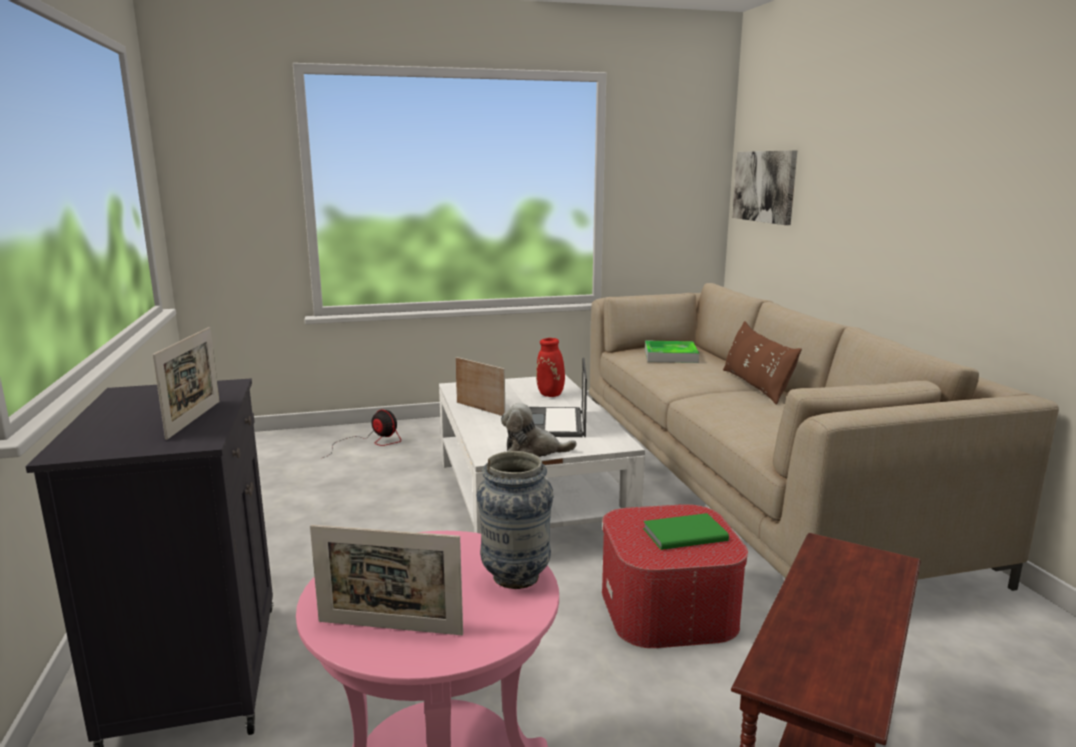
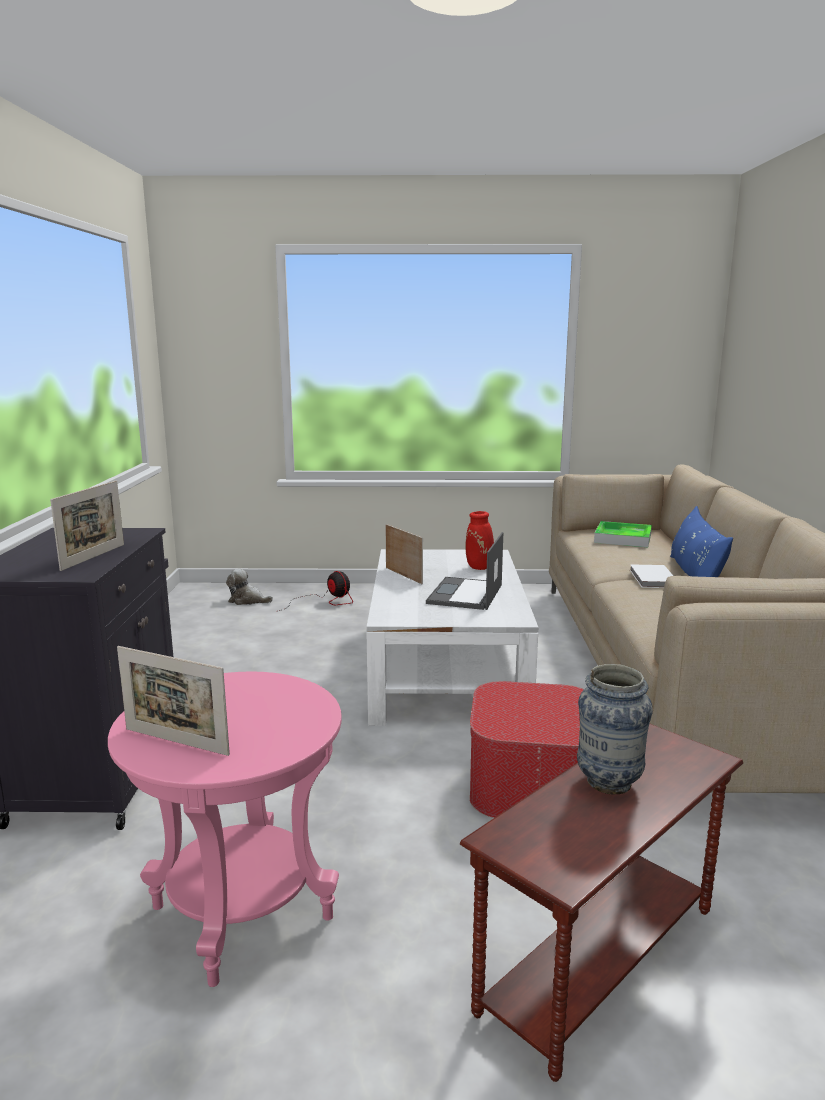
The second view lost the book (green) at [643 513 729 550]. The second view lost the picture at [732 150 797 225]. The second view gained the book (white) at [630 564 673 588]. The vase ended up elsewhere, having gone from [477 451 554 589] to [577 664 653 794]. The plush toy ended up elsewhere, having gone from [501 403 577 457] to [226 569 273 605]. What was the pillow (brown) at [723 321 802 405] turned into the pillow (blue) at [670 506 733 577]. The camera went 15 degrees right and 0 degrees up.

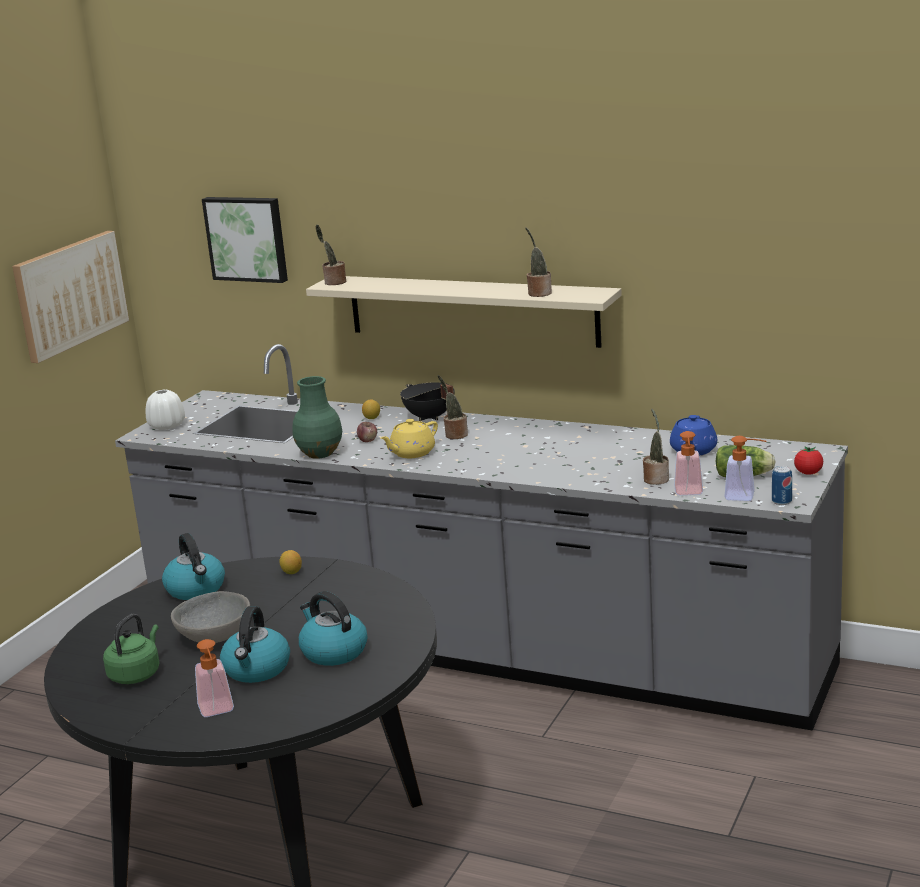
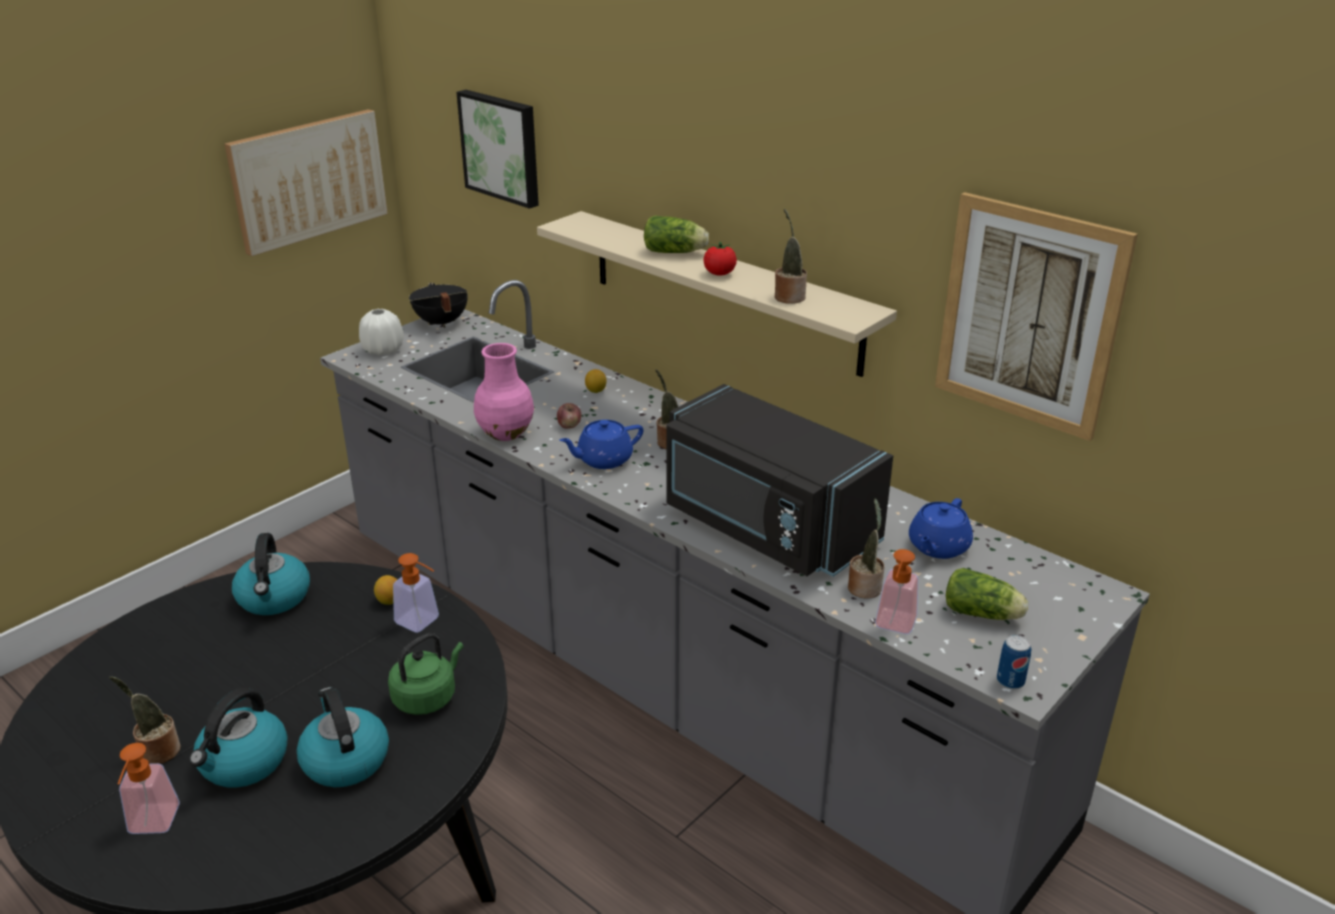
The second view lost the bowl (grey) at [171 591 250 643]. The second view gained the lettuce at [644 216 709 253]. The second view gained the microwave (black) at [666 384 893 577]. The second view gained the picture at [935 192 1138 441]. The kettle (green) ended up elsewhere, having gone from [103 614 160 684] to [388 633 464 715]. The potted plant ended up elsewhere, having gone from [316 224 346 285] to [109 676 181 764]. The cooking pot (black) ended up elsewhere, having gone from [400 382 455 421] to [409 283 468 328]. The soap dispenser ended up elsewhere, having gone from [724 436 766 501] to [393 553 439 633]. The tomato ended up elsewhere, having gone from [794 446 823 475] to [703 242 737 276]. What was the vase (green) at [292 376 342 459] turned into the vase (pink) at [474 343 534 441]. What was the teapot (yellow) at [380 419 438 458] turned into the teapot (blue) at [559 420 643 469]. The camera went 15 degrees right and 10 degrees up.

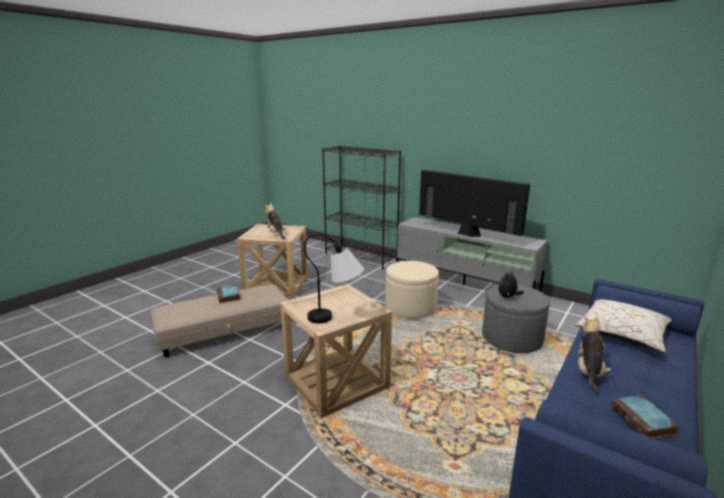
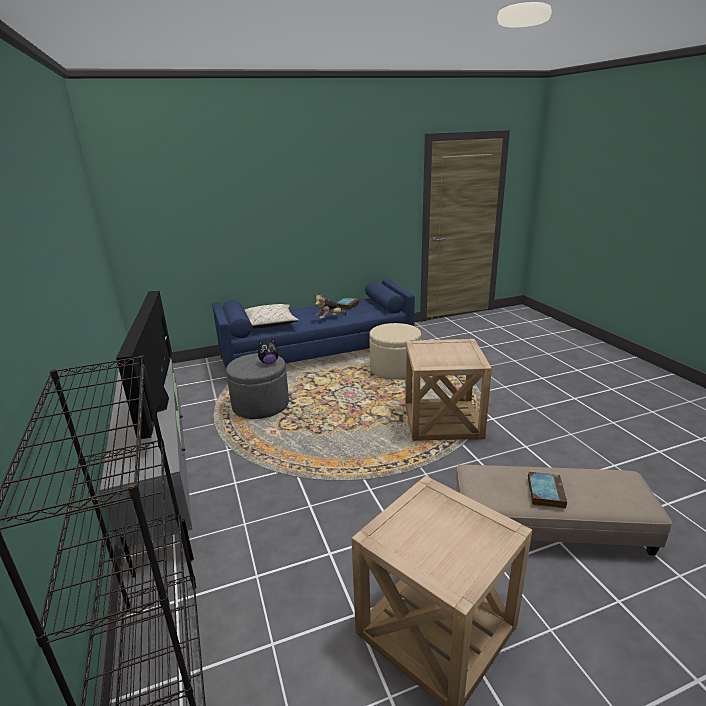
The second view lost the plush toy at [265 203 286 239]. The second view lost the table lamp at [304 233 364 323]. The ottoman (beige) ended up elsewhere, having gone from [385 261 439 319] to [369 323 421 379]. The camera went 145 degrees left and 5 degrees up.

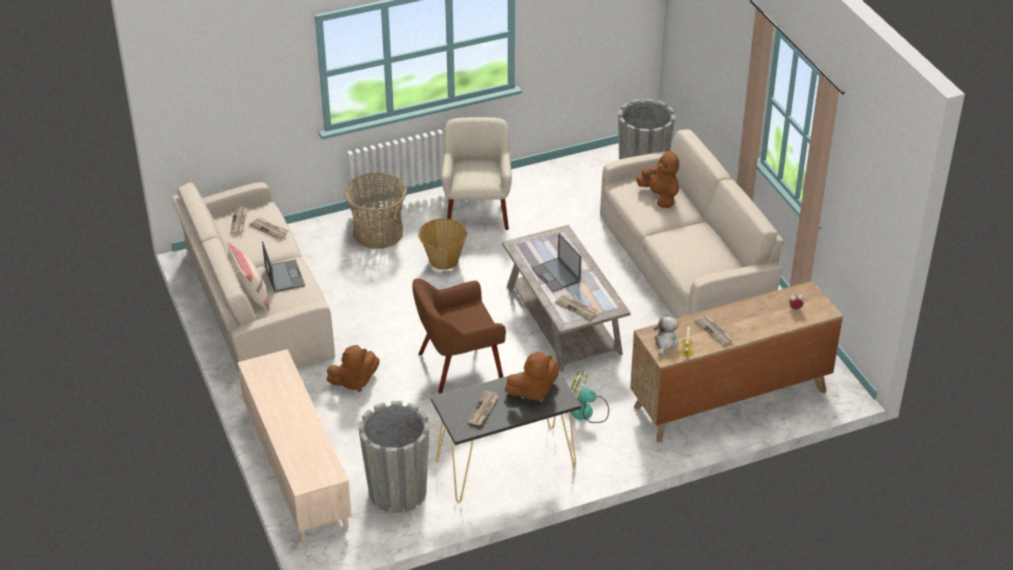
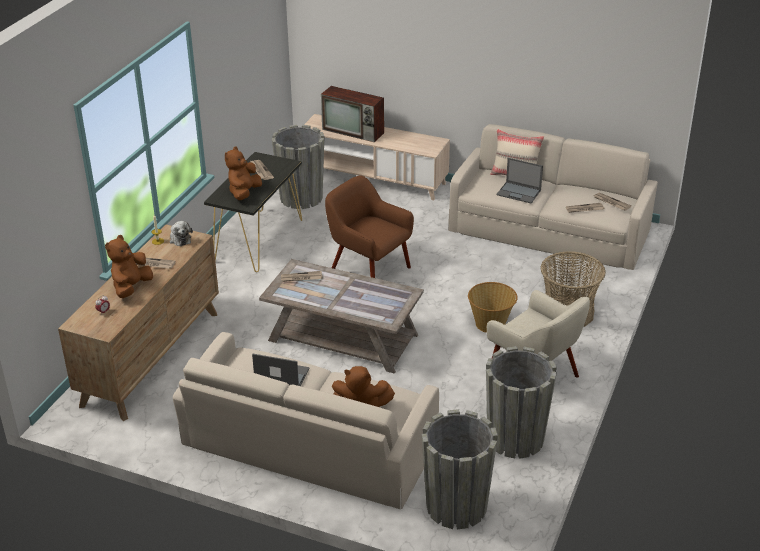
The second view lost the fan at [570 371 609 423]. The second view gained the television at [321 86 384 142]. The second view gained the planter (grey) at [486 346 557 459]. The plush toy (brown) ended up elsewhere, having gone from [327 345 380 392] to [105 235 153 298]. The laptop ended up elsewhere, having gone from [532 233 581 292] to [252 354 310 386]. The armchair (brown) at [412 278 506 393] ended up facing another way, 75 degrees counterclockwise from before. The camera went 135 degrees right and 5 degrees down.

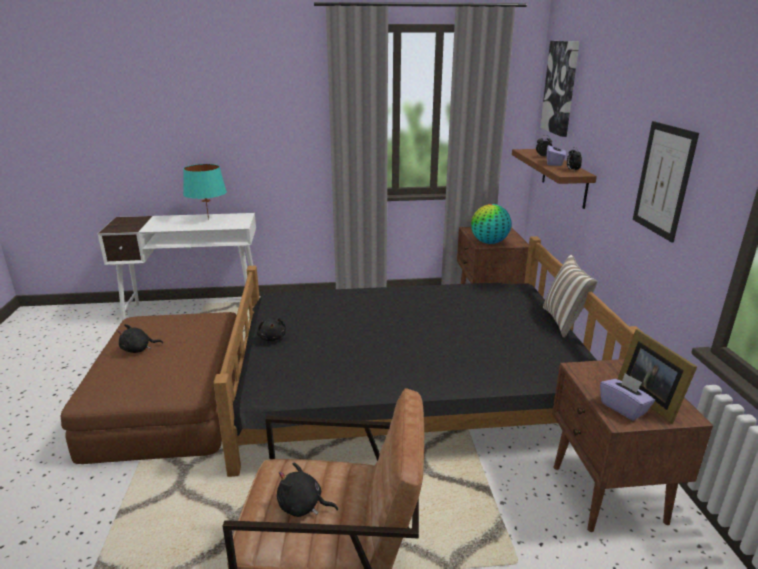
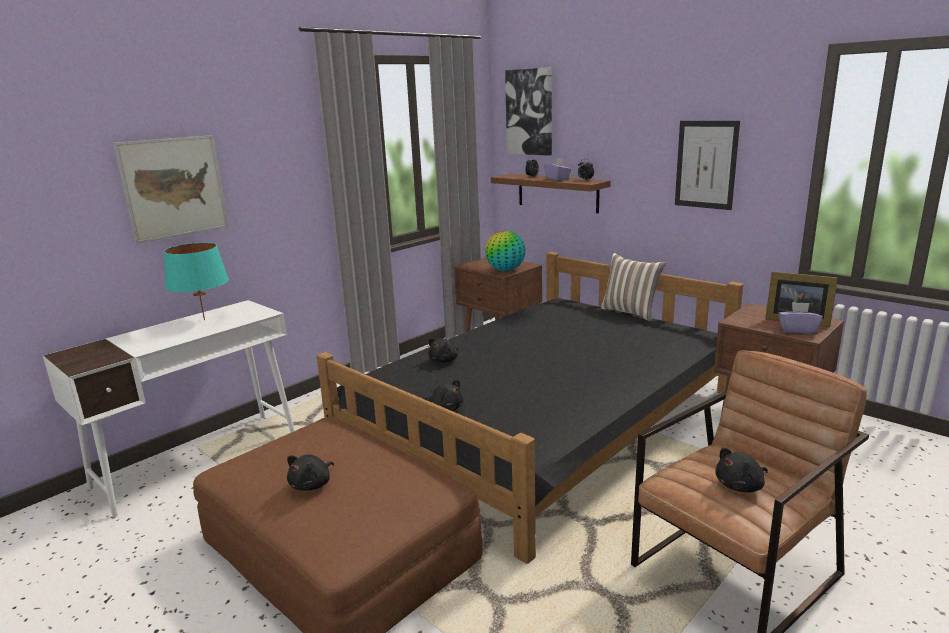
The second view gained the picture at [113 135 229 244]. The second view gained the plush toy (black) at [428 338 458 363]. The camera went 40 degrees left and 5 degrees down.

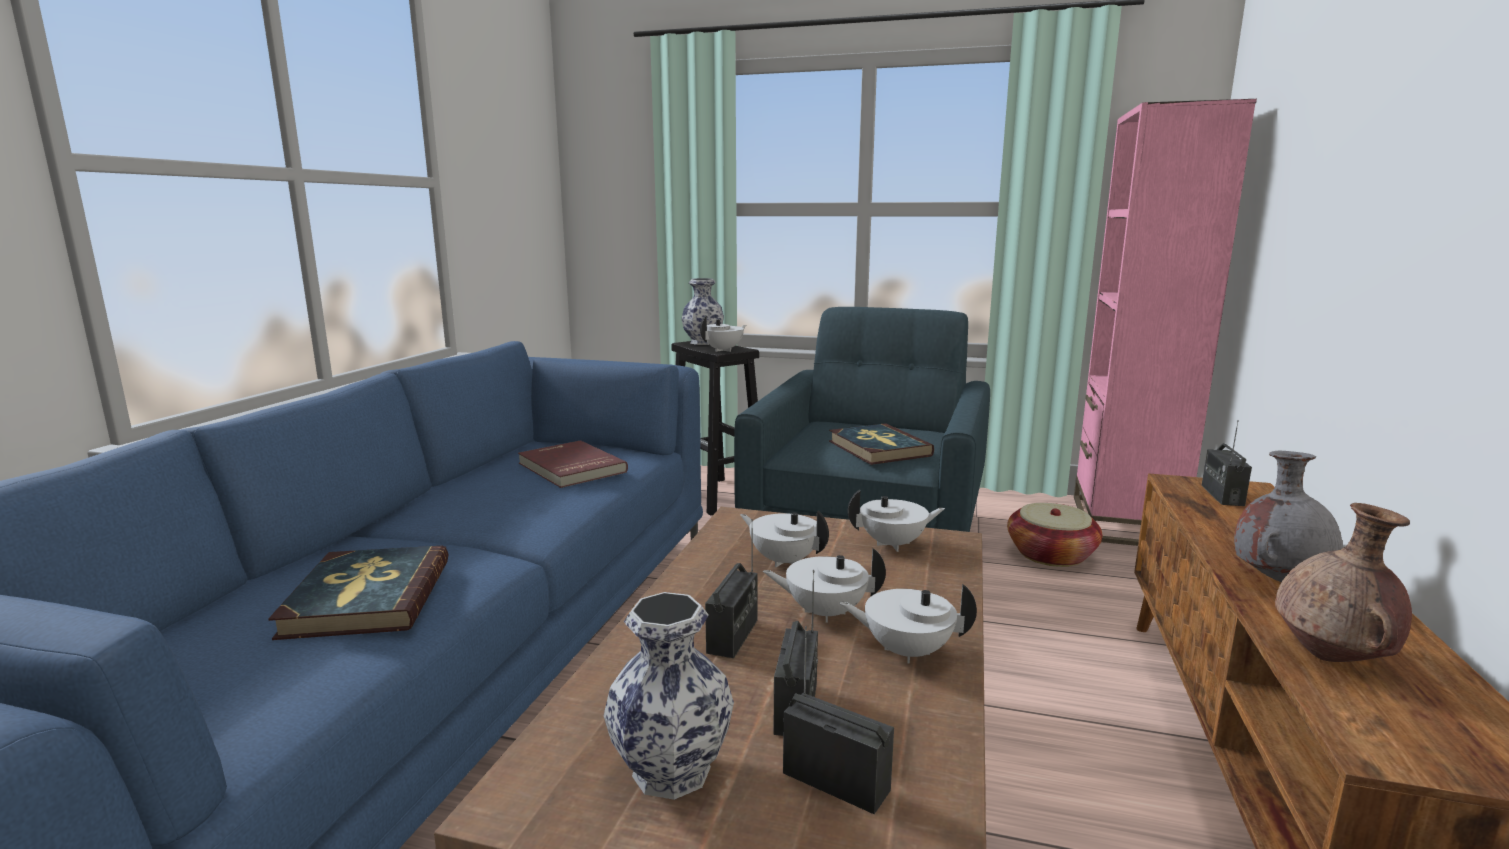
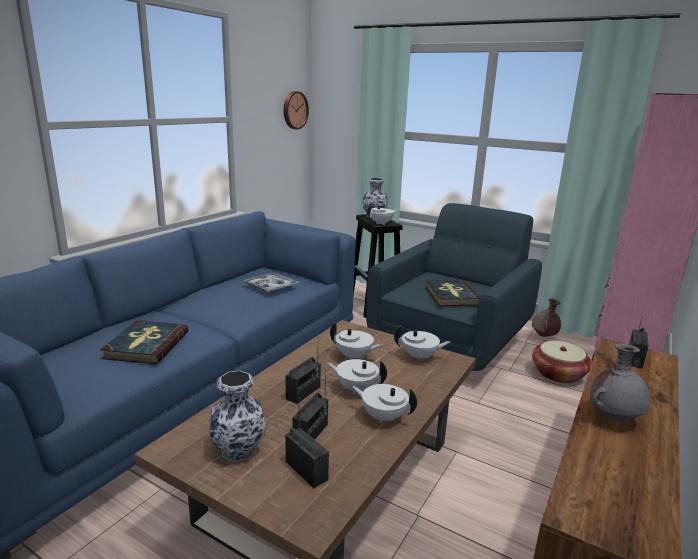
The second view gained the wall clock at [283 91 309 129]. The vase (brown) ended up elsewhere, having gone from [1275 503 1412 662] to [532 298 561 337]. Where the book (red) stood at [518 440 628 488], the tray came to stand at [243 273 300 292]. The teapot (white) at [740 511 829 567] ended up facing another way, 150 degrees clockwise from before. The camera went 15 degrees right and 5 degrees up.

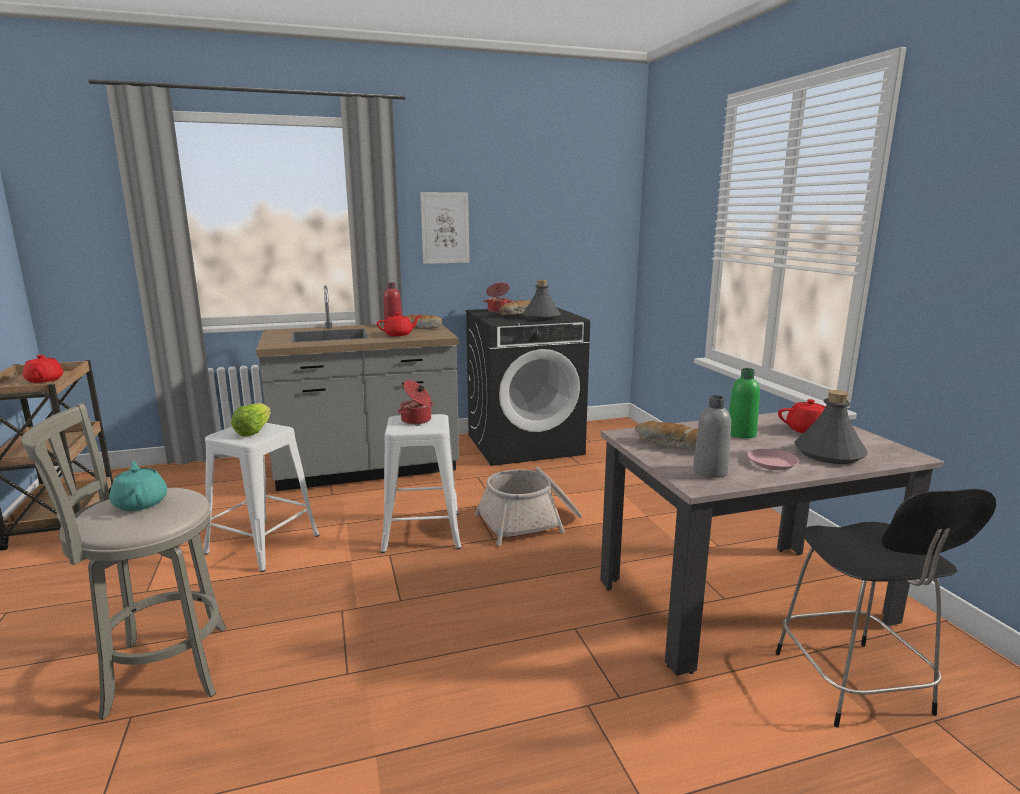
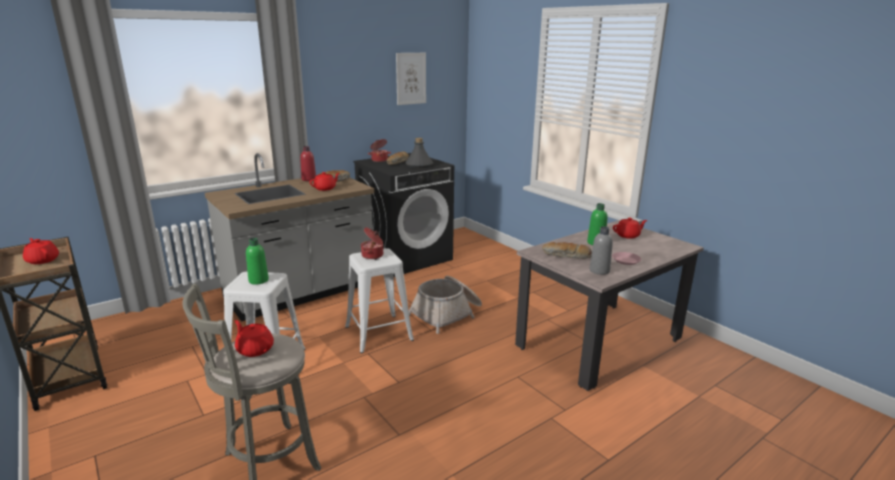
The second view lost the chair (black) at [776 489 996 727]. The second view lost the bottle (grey) at [795 390 868 464]. The picture ended up elsewhere, having gone from [420 192 469 264] to [396 53 426 105]. Where the lettuce stood at [231 403 271 437], the bottle (green) came to stand at [246 238 269 284]. What was the teapot (turquoise) at [109 461 167 511] turned into the teapot (red) at [235 320 274 357]. The camera went 20 degrees left and 5 degrees up.

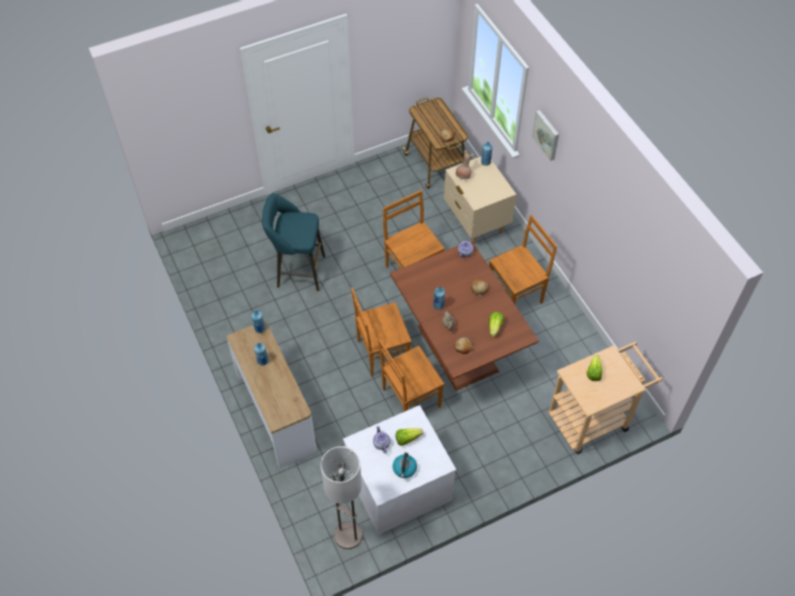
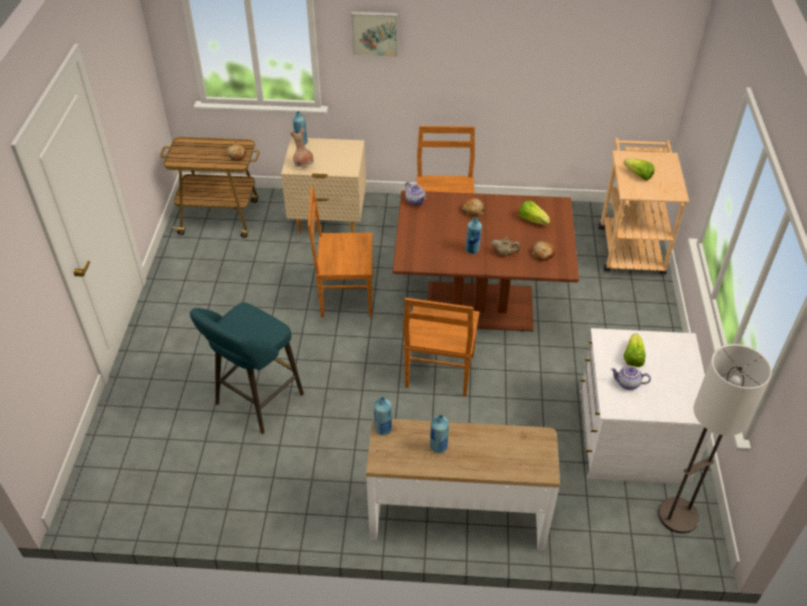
The second view lost the chair (brown) at [378 339 444 412]. The second view lost the kettle at [393 453 417 478]. The camera went 60 degrees left and 10 degrees down.

